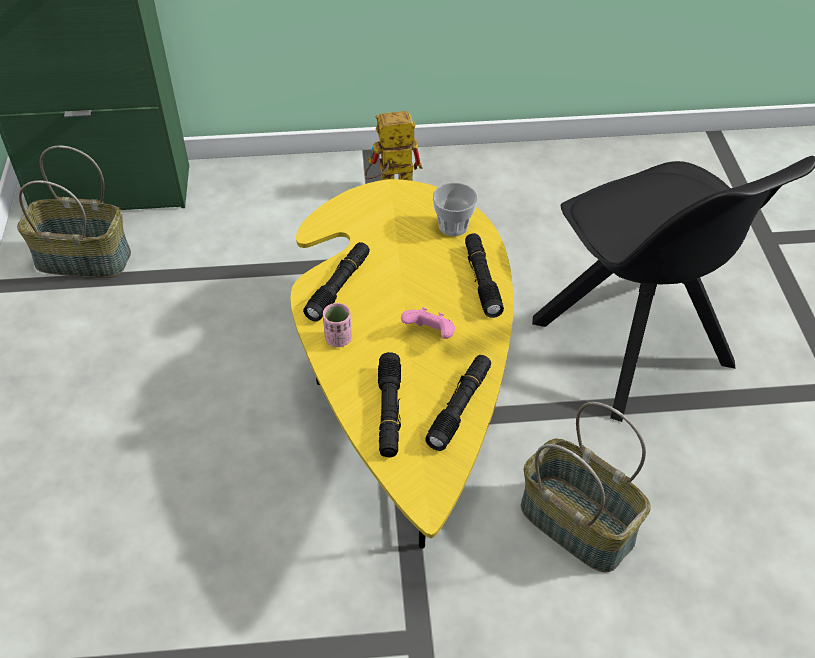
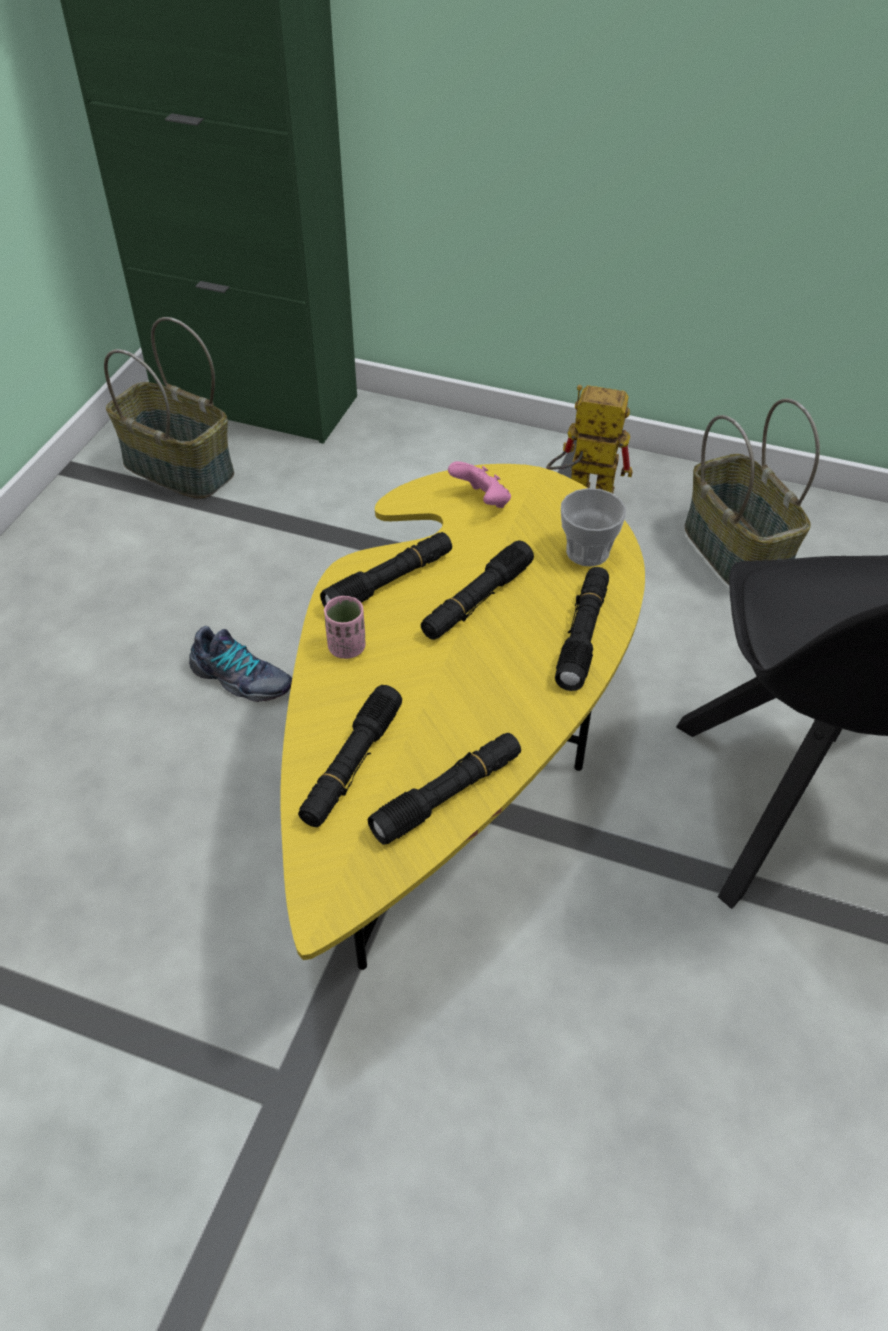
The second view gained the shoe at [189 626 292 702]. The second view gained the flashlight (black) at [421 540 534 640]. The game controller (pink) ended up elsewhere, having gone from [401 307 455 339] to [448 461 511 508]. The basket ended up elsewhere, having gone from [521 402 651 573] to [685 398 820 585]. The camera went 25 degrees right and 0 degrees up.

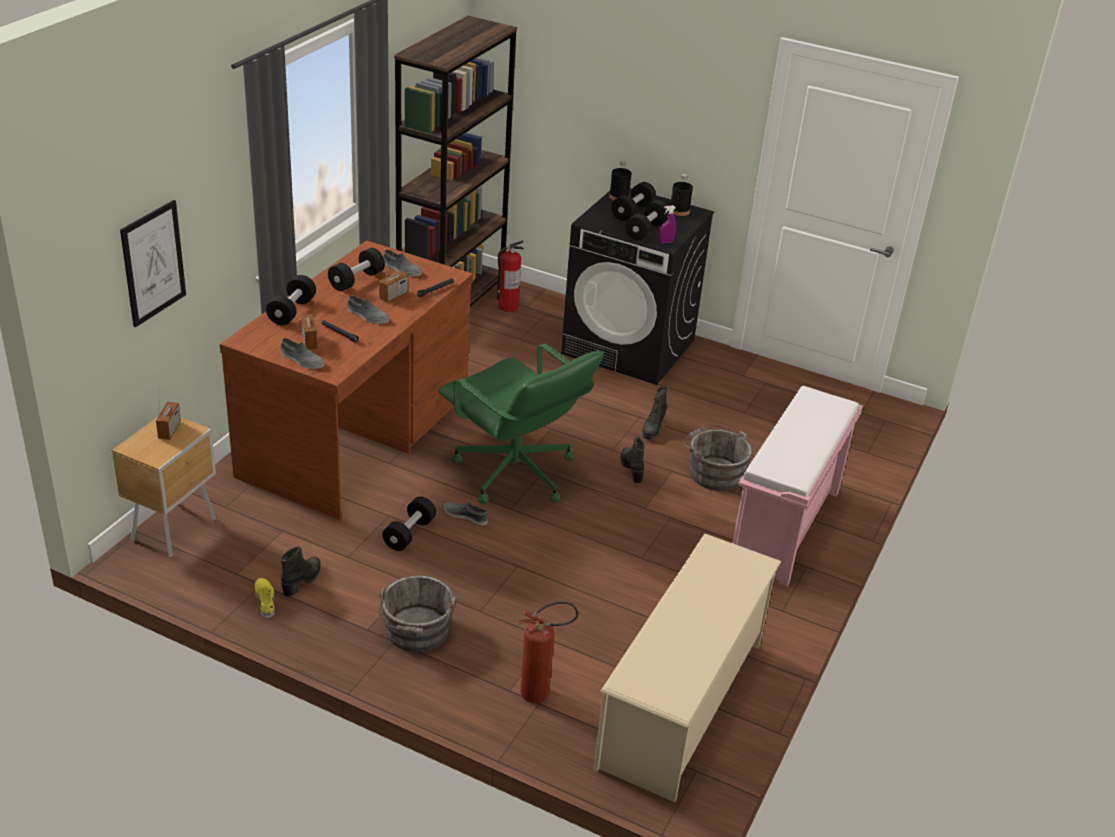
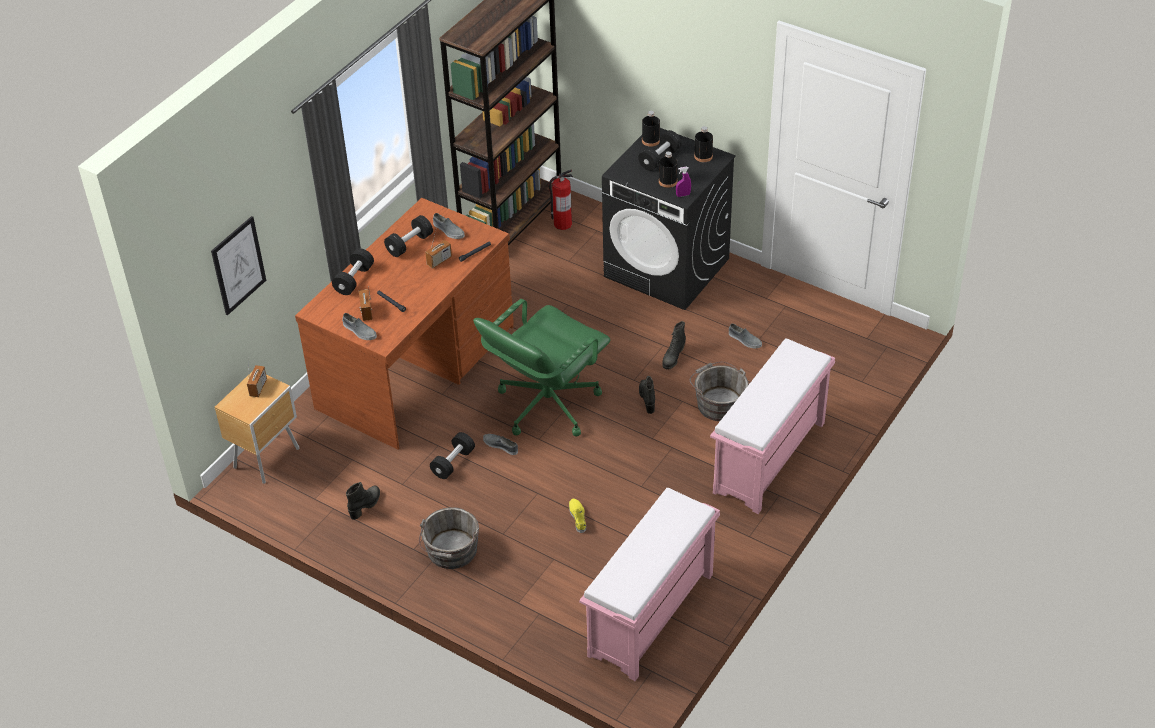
The second view lost the fire extinguisher at [519 601 579 703]. The shoe (yellow) ended up elsewhere, having gone from [255 578 275 618] to [569 499 586 533]. The shoe (grey) ended up elsewhere, having gone from [347 295 389 324] to [729 324 762 348]. Where the shoe rack (beige) stood at [594 534 781 802], the bench (pink) came to stand at [579 488 720 681]. Where the dumbbell (black) stood at [625 200 669 240], the bottle (black) came to stand at [659 151 678 188]. The office chair (green) at [439 344 604 504] ended up facing another way, 75 degrees clockwise from before. The camera went 10 degrees right and 10 degrees up.

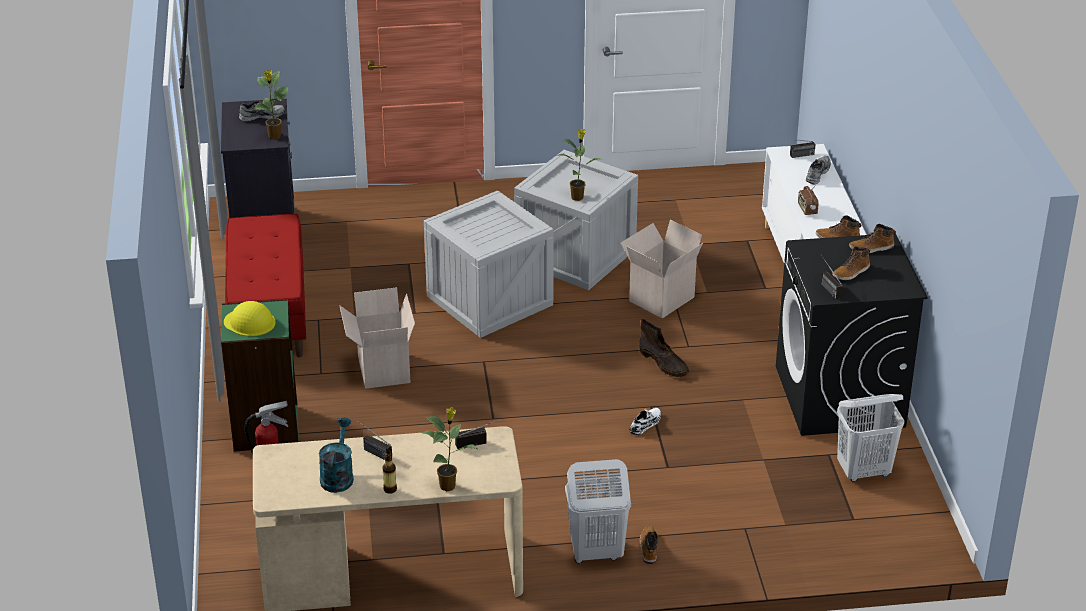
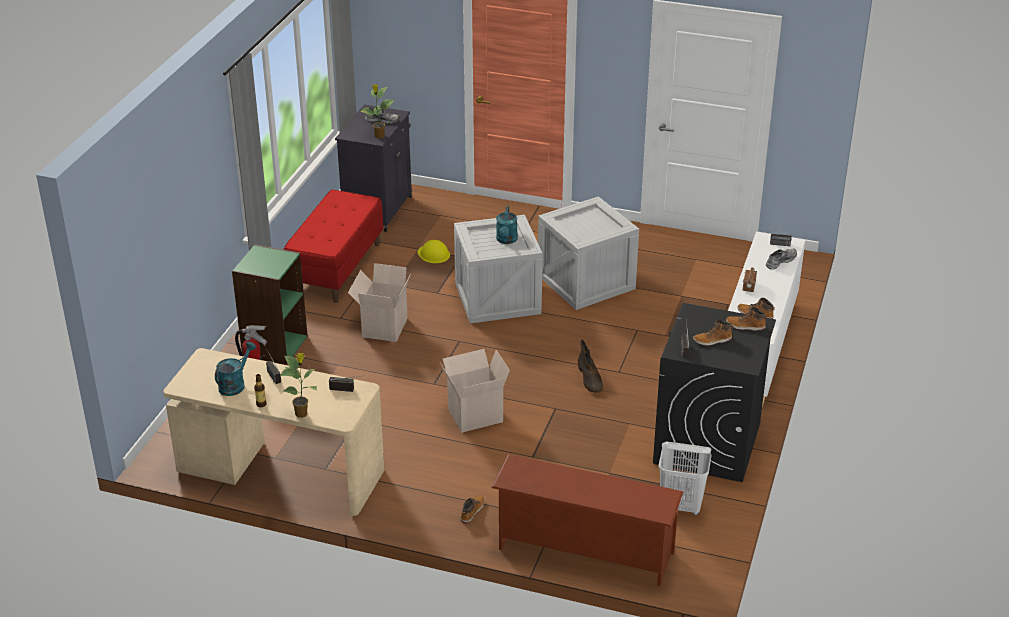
The second view lost the potted plant at [556 129 604 201]. The second view lost the laundry basket (white) at [565 459 631 563]. The second view lost the shoe (white) at [629 408 661 435]. The second view gained the shoe rack (brown) at [491 454 683 586]. The second view gained the watering can (turquoise) at [496 206 518 244]. The hard hat (yellow) ended up elsewhere, having gone from [224 301 276 336] to [417 240 450 263]. The cardboard box ended up elsewhere, having gone from [620 220 703 318] to [440 349 510 433]. The camera went 25 degrees right and 0 degrees up.

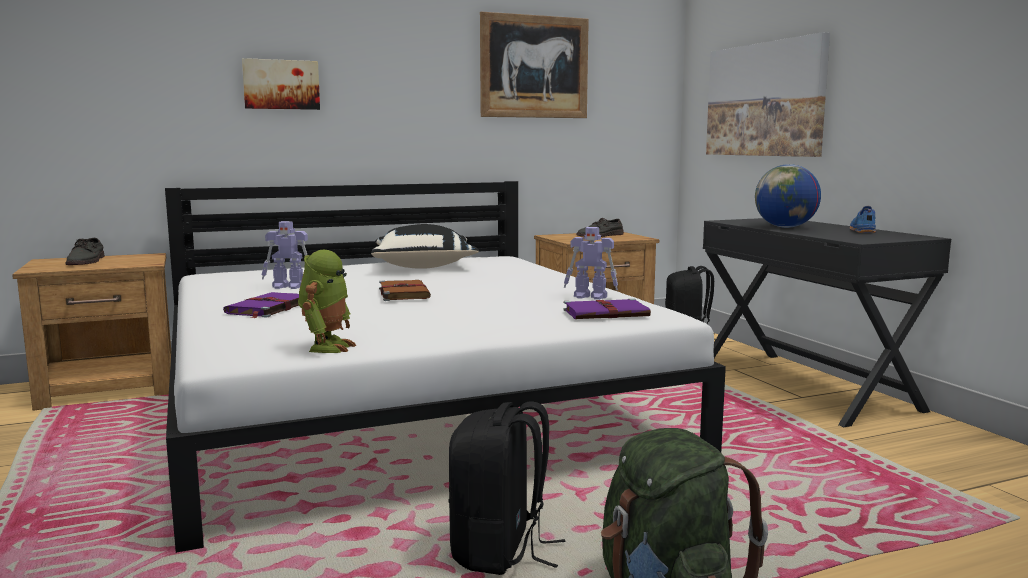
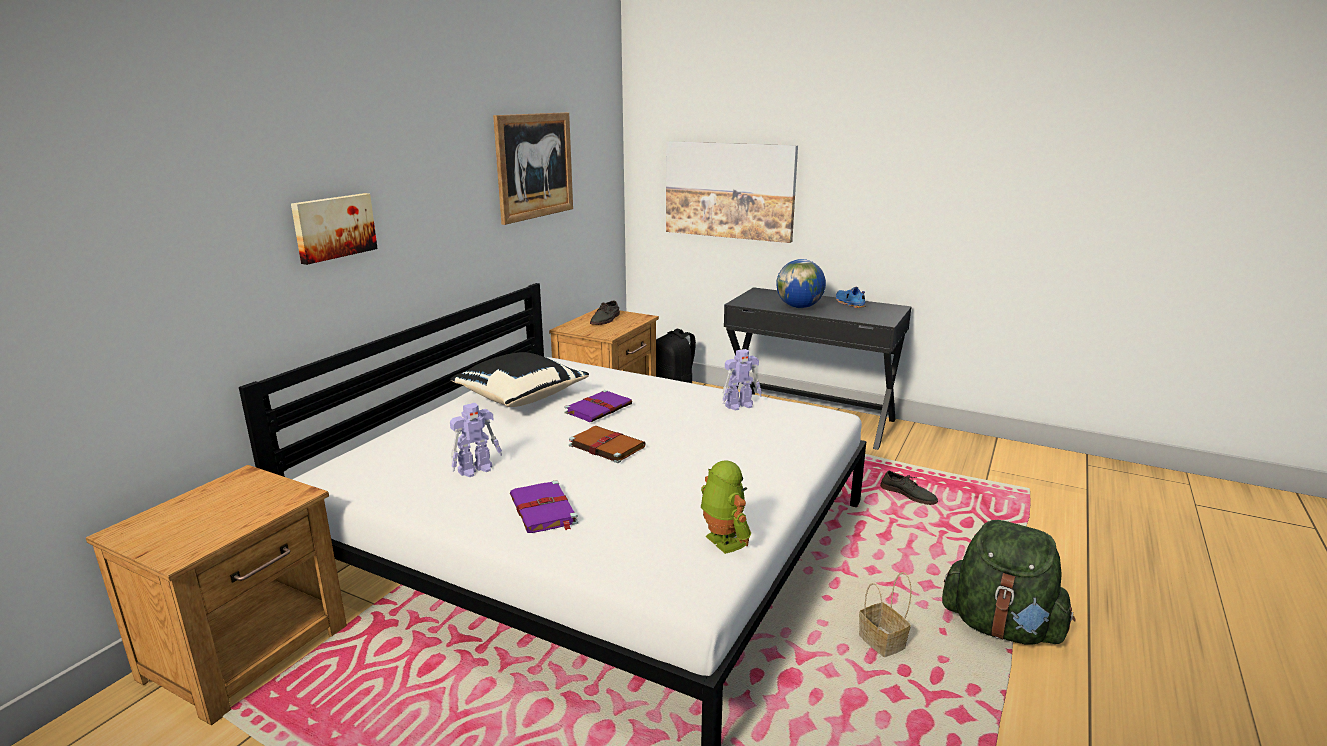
The shoe (grey) ended up elsewhere, having gone from [66 238 105 265] to [880 471 938 505]. The book (purple) ended up elsewhere, having gone from [563 298 651 319] to [564 390 632 422]. Where the backpack (black) stood at [448 401 566 575], the basket came to stand at [859 572 912 657]. The camera went 40 degrees left and 10 degrees up.

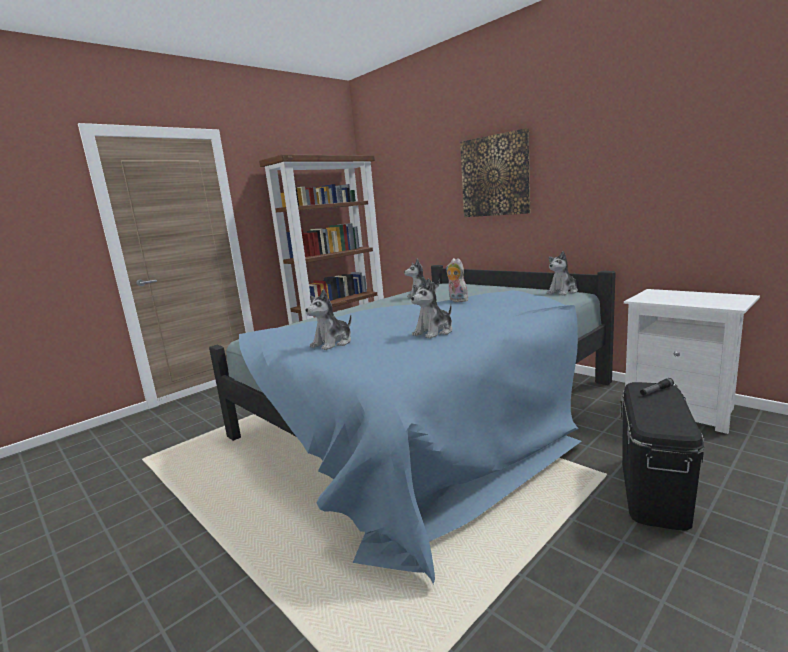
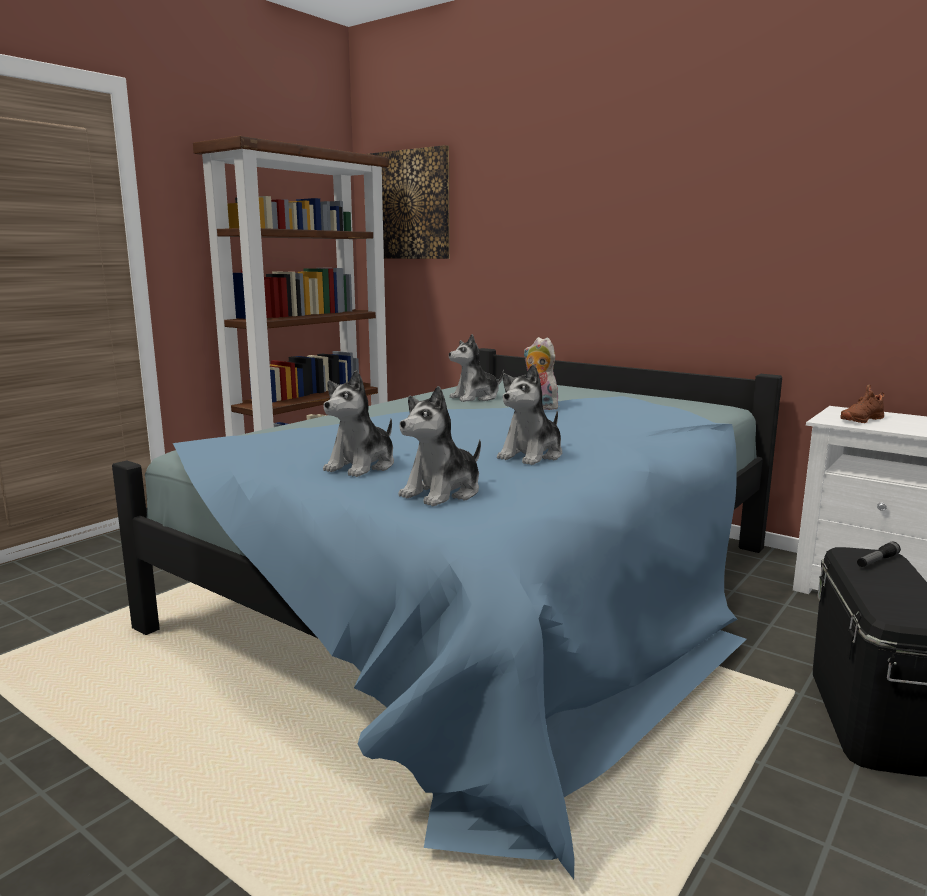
The second view gained the shoe (brown) at [840 385 884 423]. The picture ended up elsewhere, having gone from [460 128 530 217] to [369 145 450 259]. The plush toy ended up elsewhere, having gone from [547 251 578 295] to [398 386 481 507]. The camera went 10 degrees left and 0 degrees up.

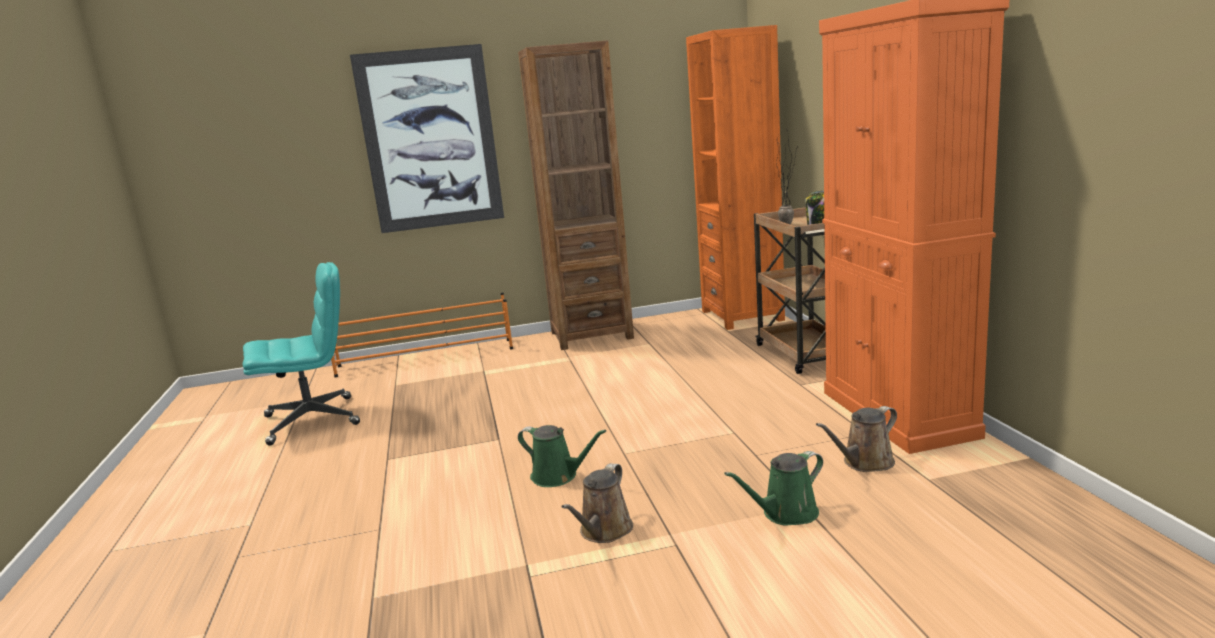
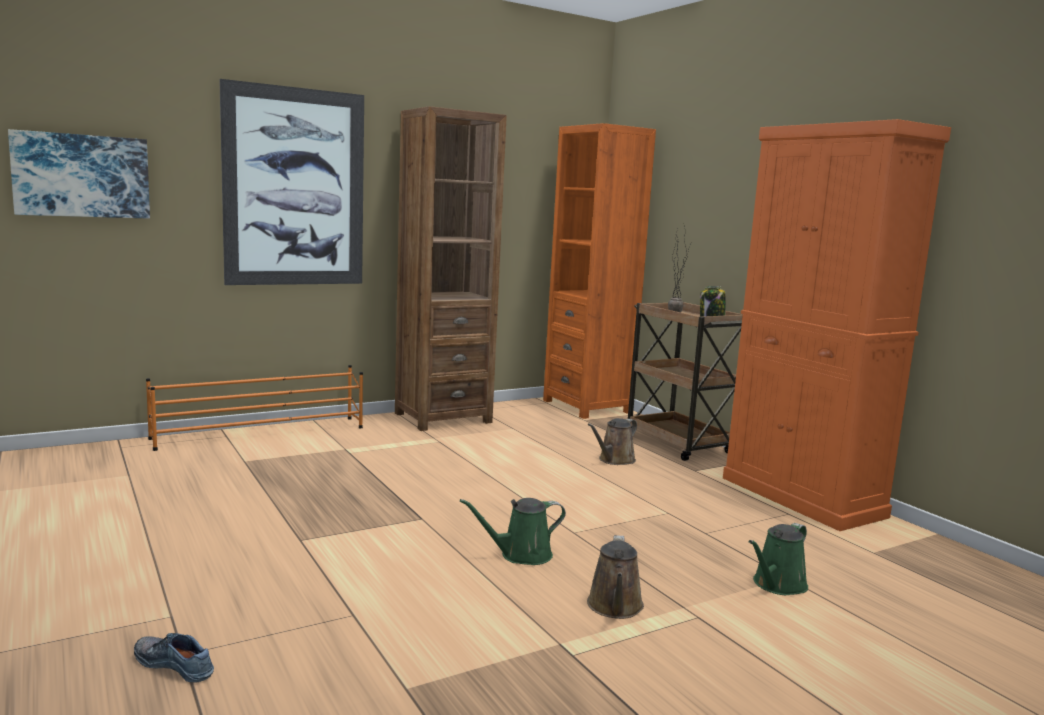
The second view lost the office chair (turquoise) at [243 262 360 445]. The second view gained the picture at [8 129 150 219]. The second view gained the shoe at [134 633 214 683]. The watering can (brown) ended up elsewhere, having gone from [816 406 897 472] to [588 418 637 465]. The watering can (green) at [518 425 606 487] ended up facing another way, 150 degrees clockwise from before. The camera went 20 degrees left and 5 degrees down.

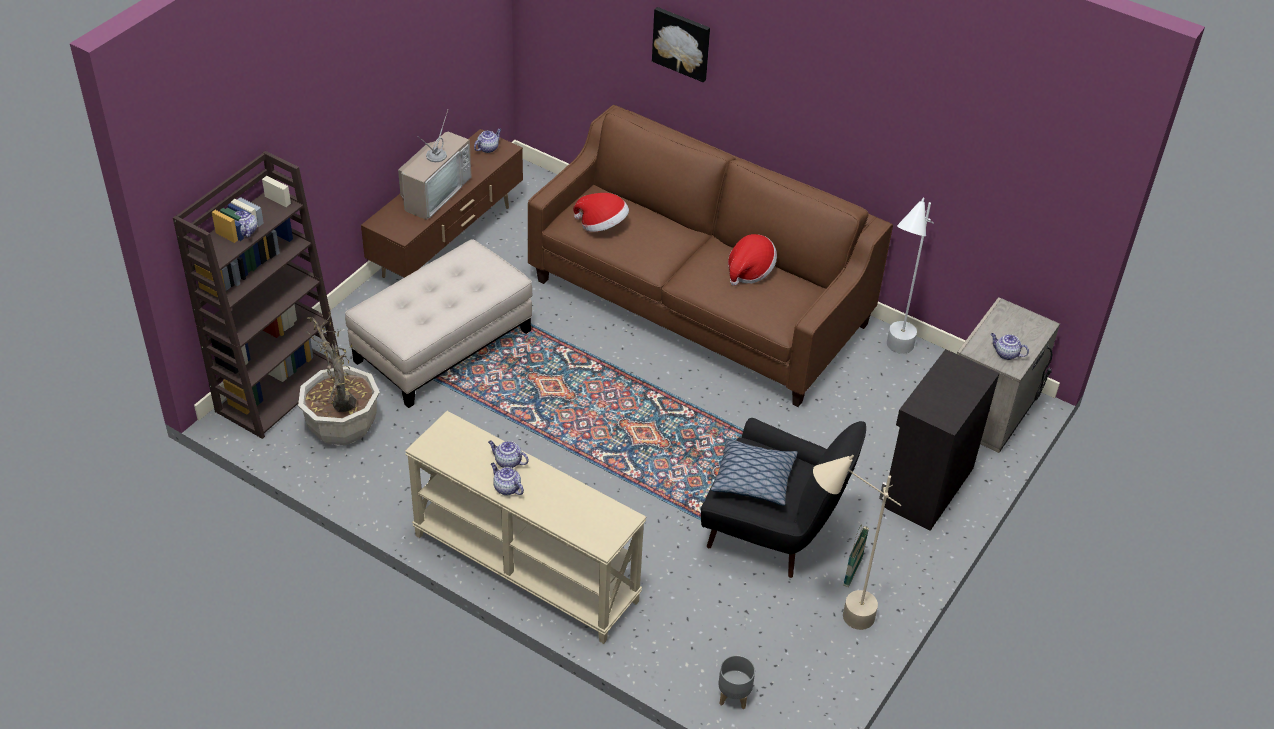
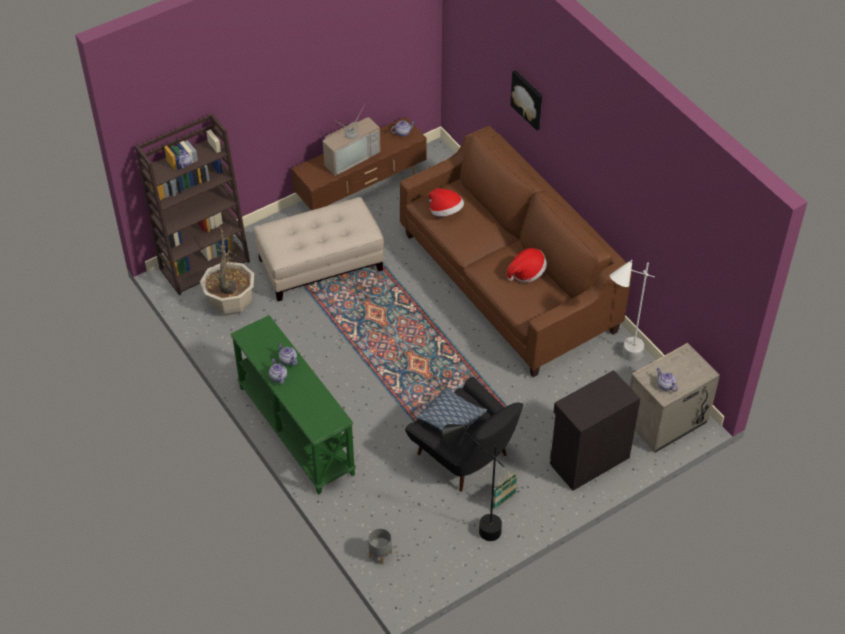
What was the console table (beige) at [405 411 646 644] turned into the console table (green) at [231 315 356 495]. What was the floor lamp (beige) at [813 455 901 630] turned into the floor lamp (black) at [442 424 505 541]. The camera went 25 degrees right and 5 degrees up.

